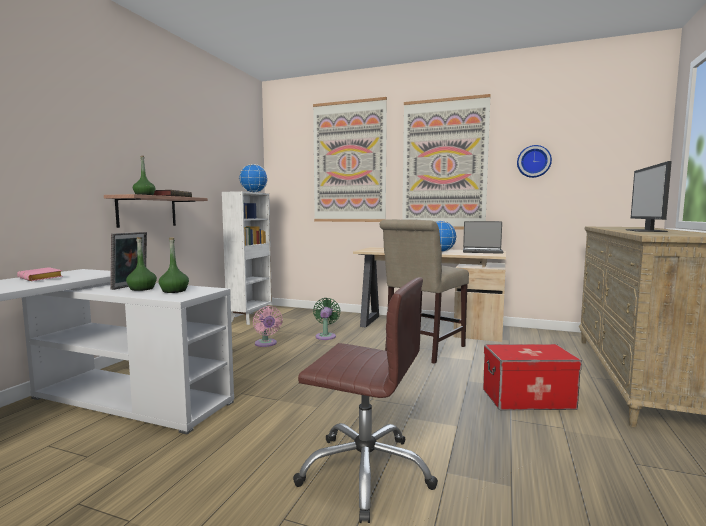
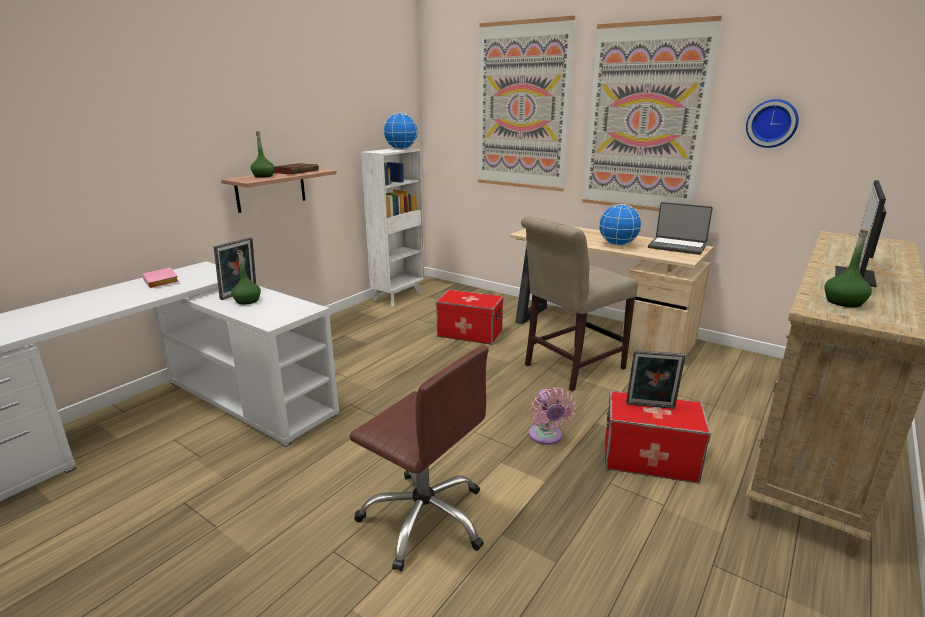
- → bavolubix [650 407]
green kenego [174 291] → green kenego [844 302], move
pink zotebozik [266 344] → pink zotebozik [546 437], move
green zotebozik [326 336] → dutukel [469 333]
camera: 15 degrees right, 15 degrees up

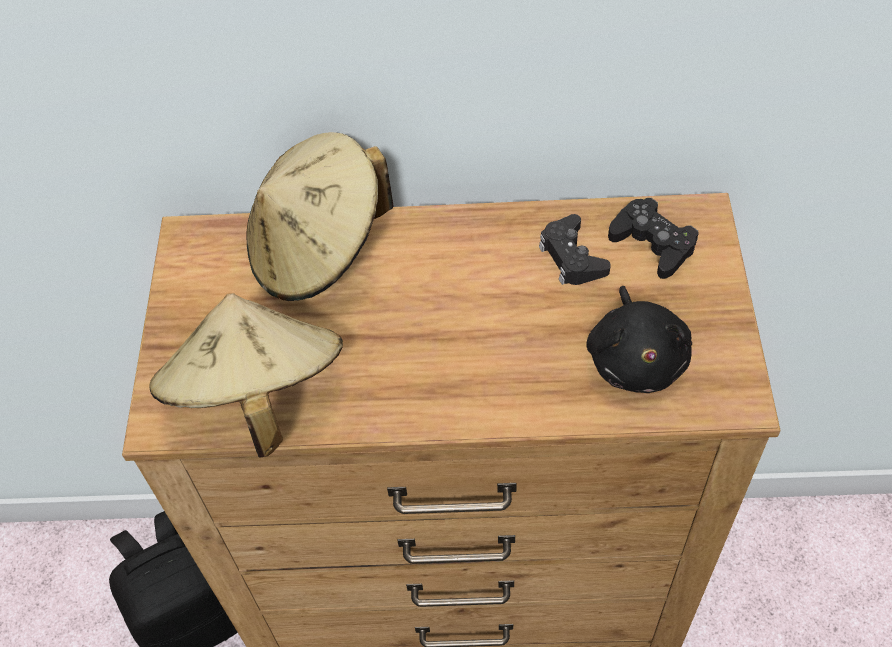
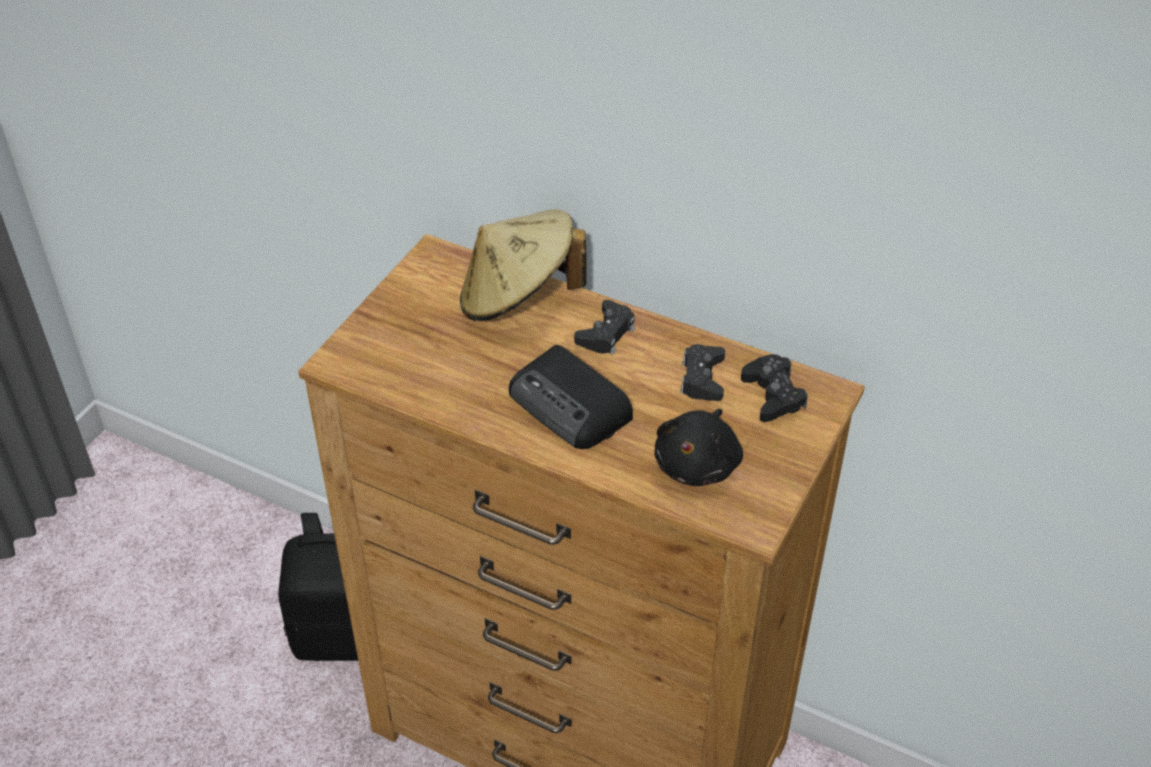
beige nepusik [257 397] → -
- → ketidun [571 406]
- → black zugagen [606 334]
camera: 25 degrees right, 10 degrees down

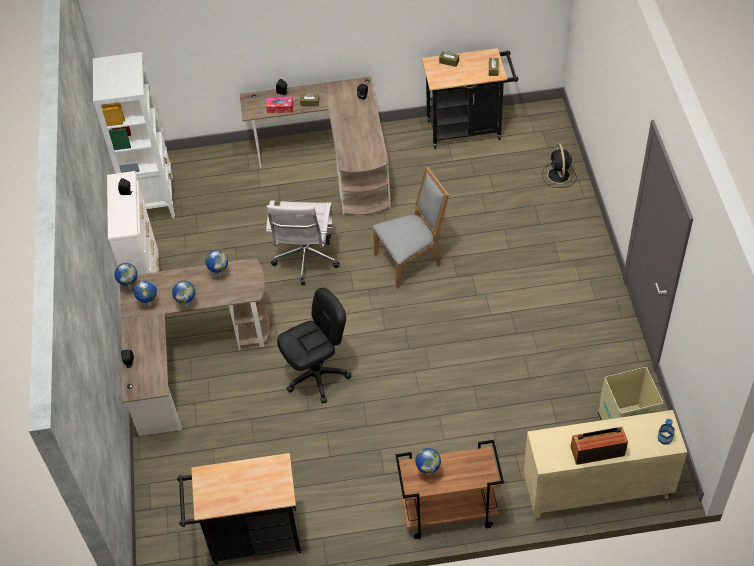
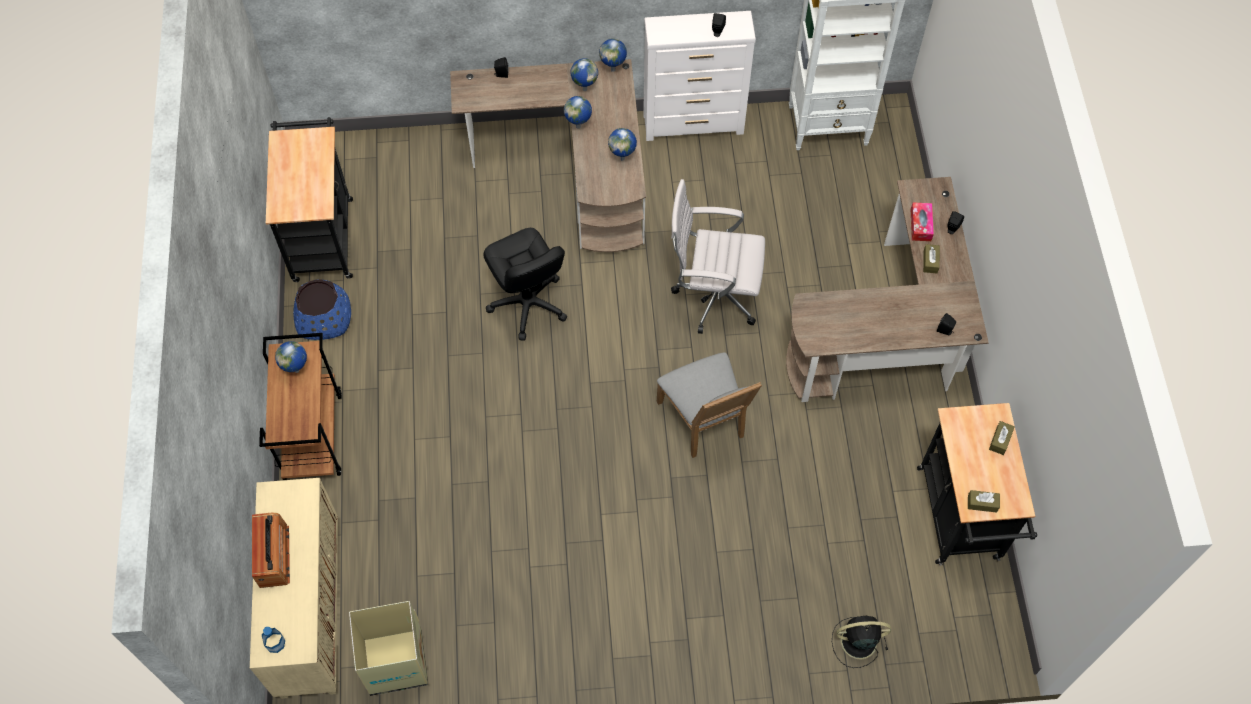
- → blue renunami [324 318]
camera: 90 degrees right, 10 degrees up

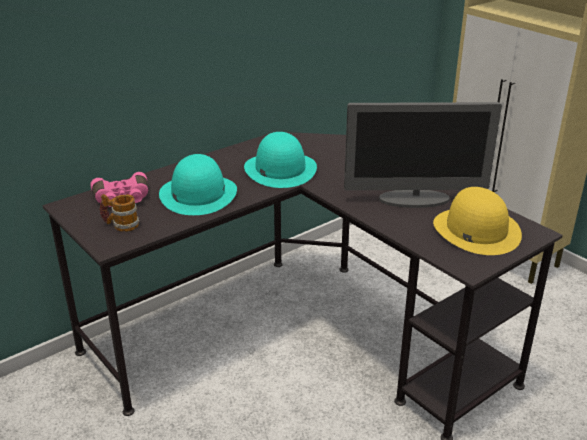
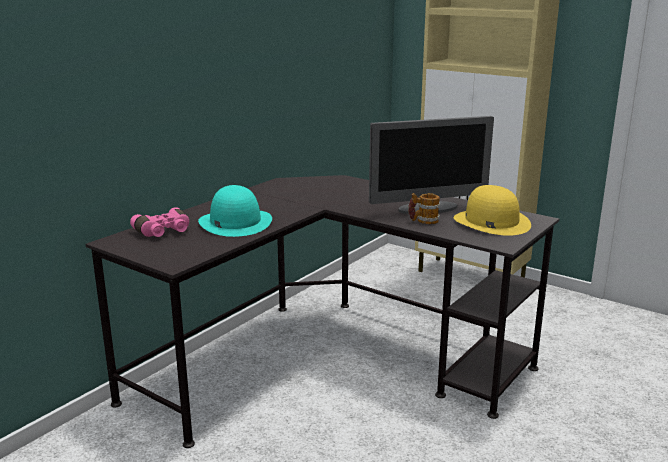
turquoise nepusik [280 169] → -
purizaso [121 225] → purizaso [423 221], move
camera: 15 degrees left, 10 degrees down

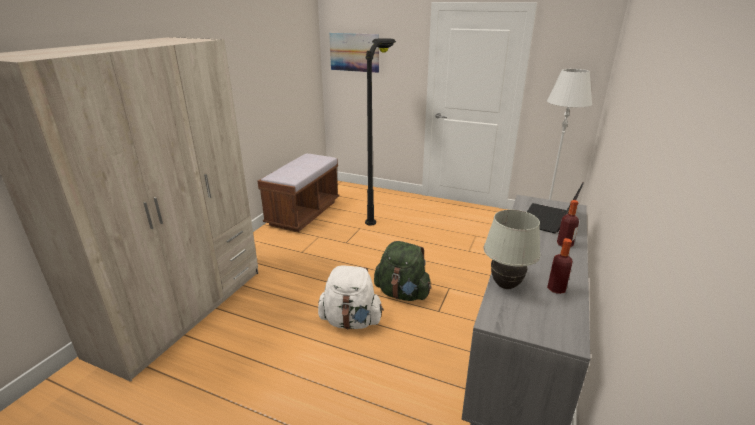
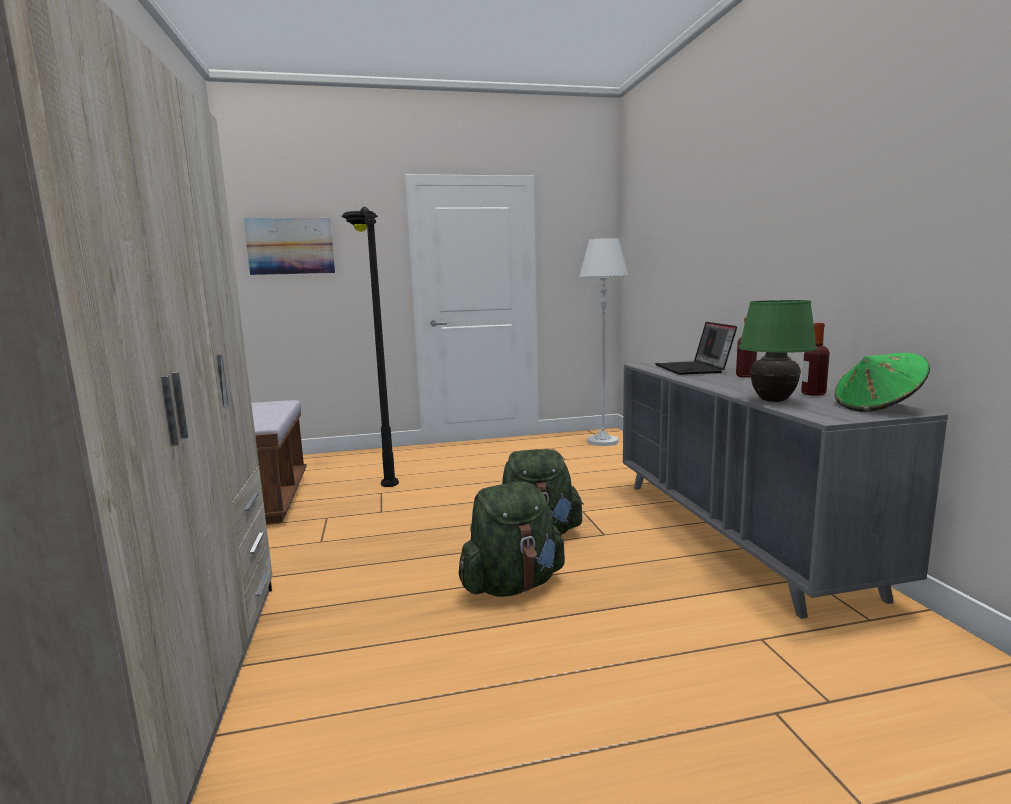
- → green nepusik [877 407]
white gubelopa [351 321] → green gubelopa [512 585]
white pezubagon [505 285] → green pezubagon [773 401]
camera: 35 degrees left, 15 degrees down

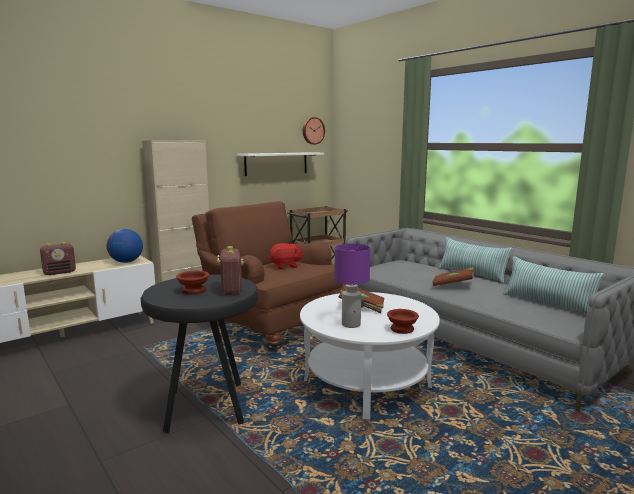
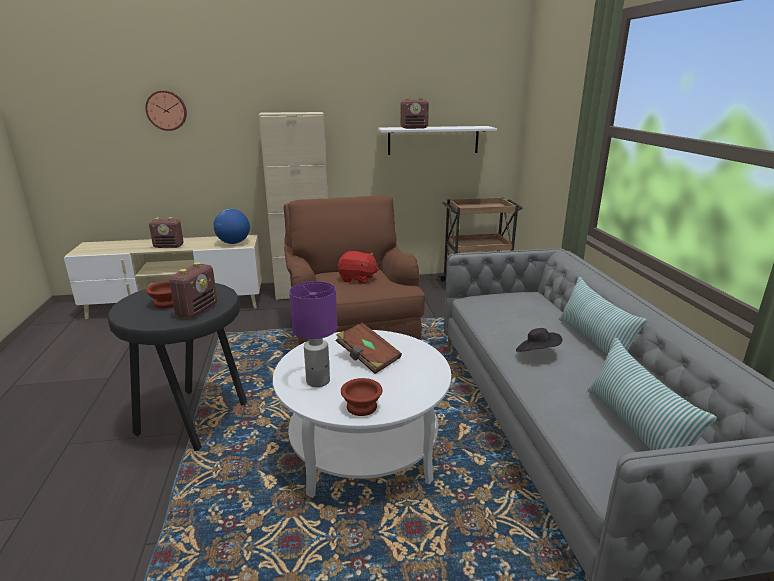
- → ketidun [414 128]
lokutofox [312 131] → lokutofox [166 110], move
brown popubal [452 285] → black nepusik [537 353]
camera: 30 degrees right, 10 degrees up

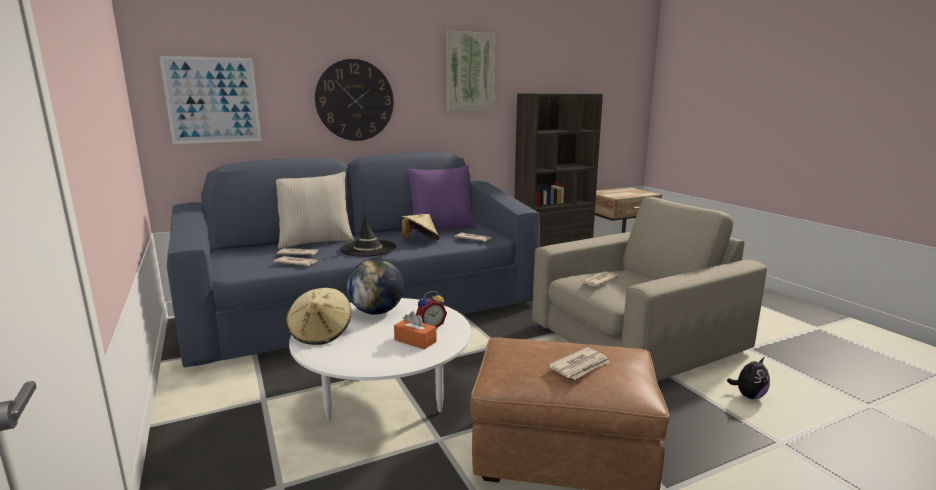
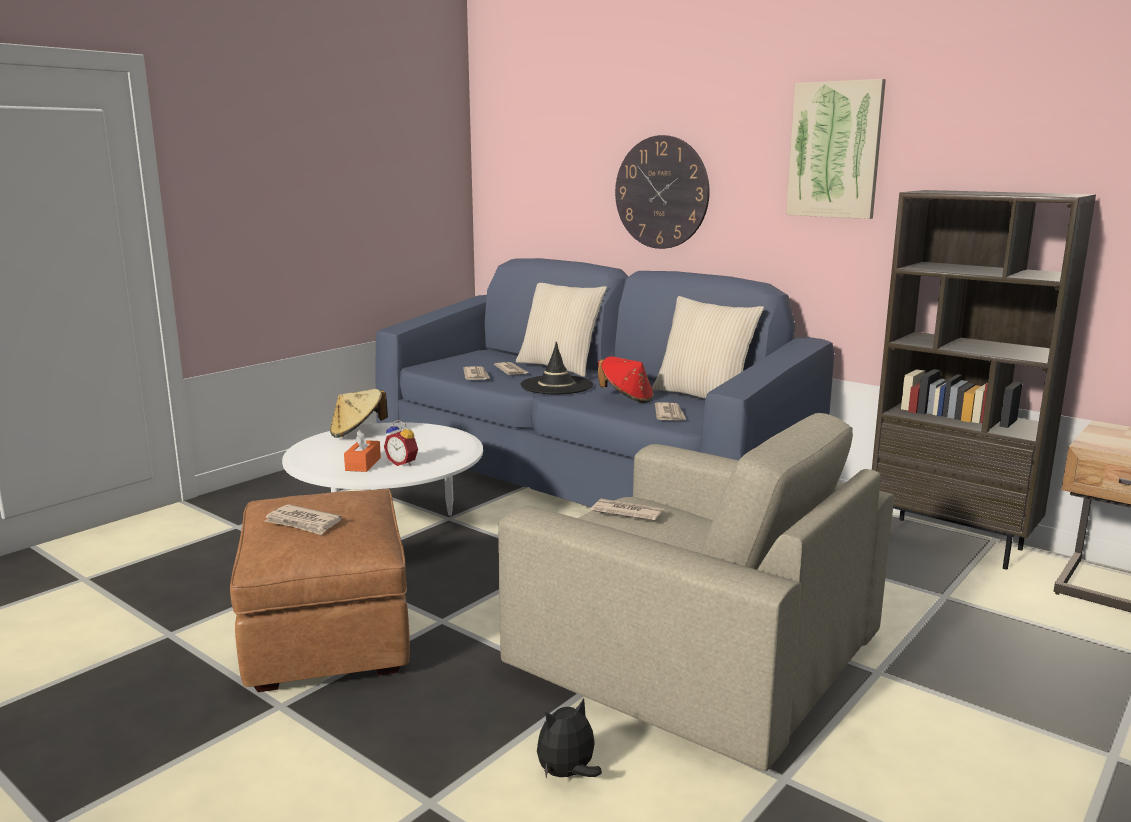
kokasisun [213 100] → -
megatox [377 312] → -
beige nepusik [420 241] → red nepusik [626 398]
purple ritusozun [441 228] → beige ritusozun [703 396]
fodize [748 396] → fodize [567 774], 120 degrees clockwise
camera: 65 degrees right, 0 degrees up

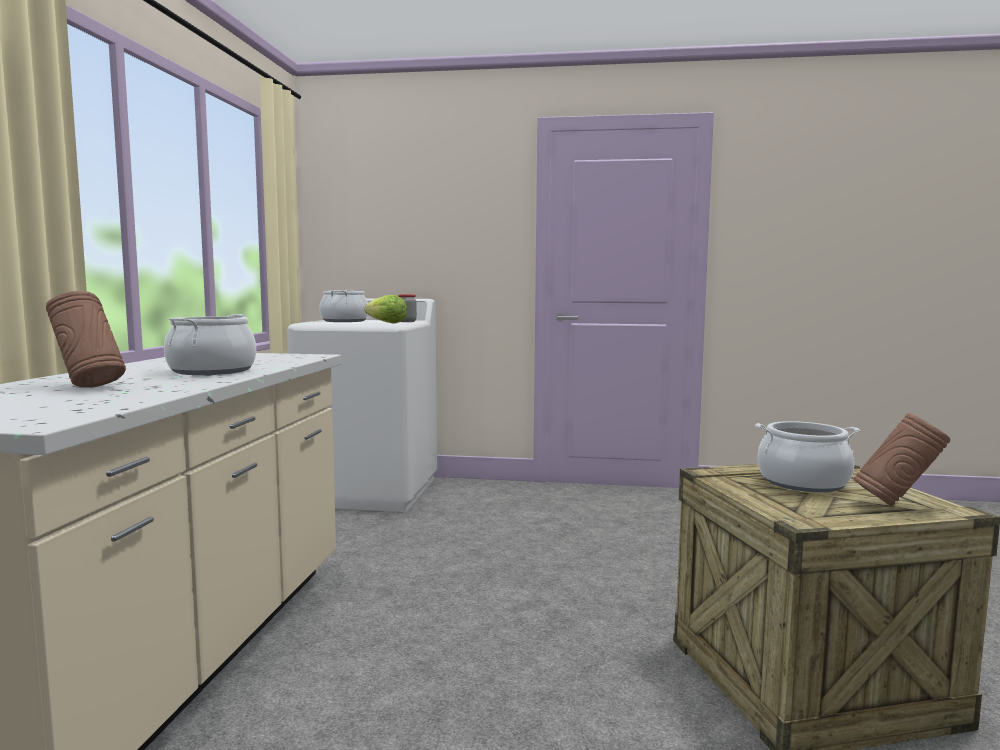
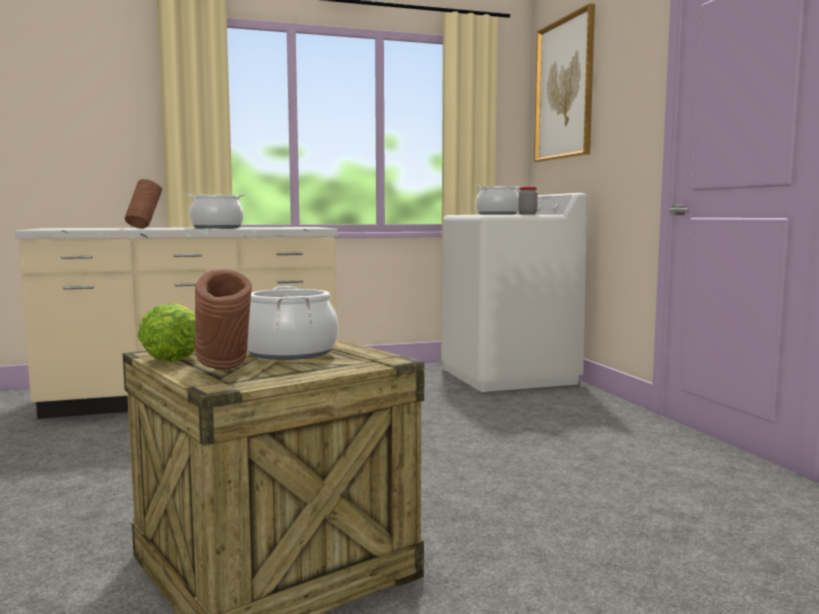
- → kokasisun [564 89]
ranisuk [387 323] → ranisuk [174 358], move
camera: 65 degrees right, 0 degrees up

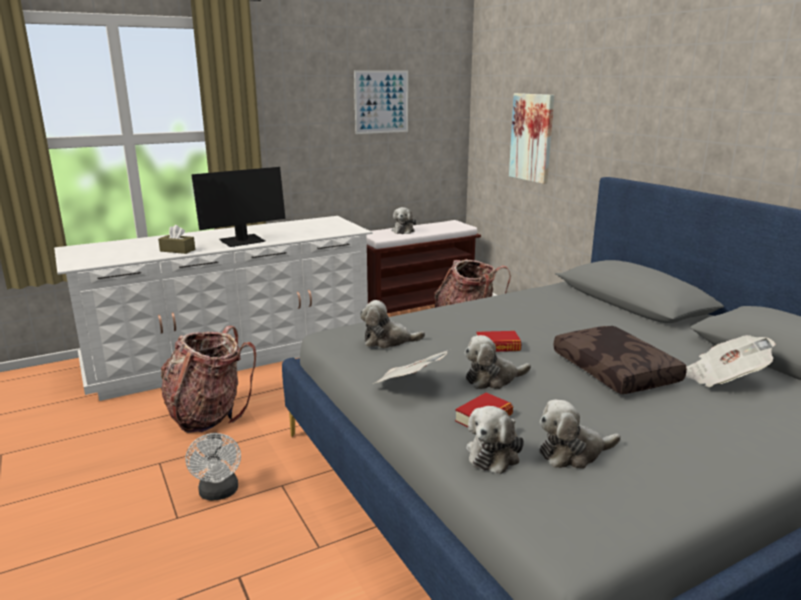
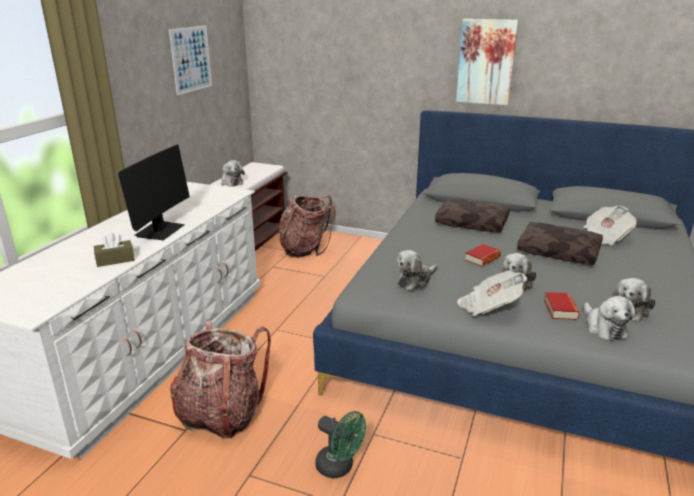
- → brown ritusozun [472 223]
kokasisun [532 137] → kokasisun [486 62], move
white zotebozik [219 493] → green zotebozik [339 467]
camera: 40 degrees left, 5 degrees up

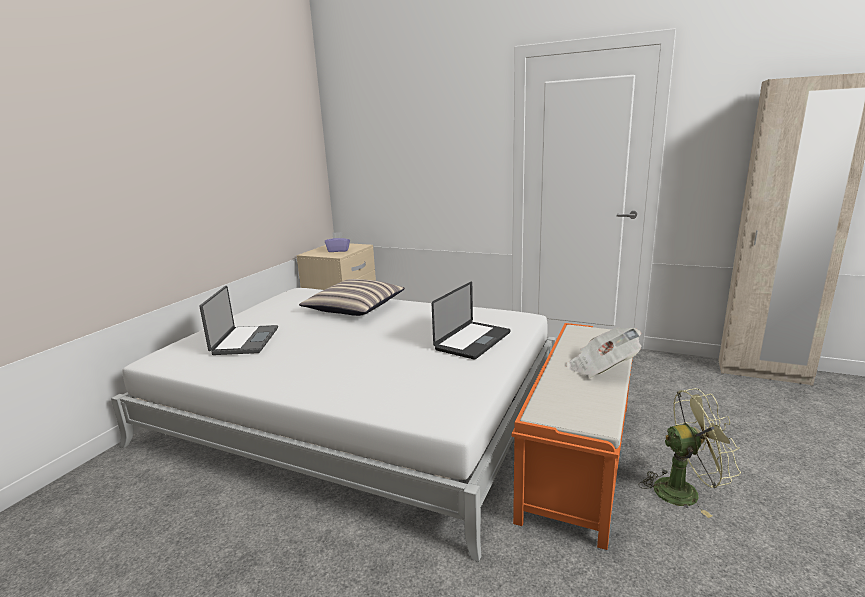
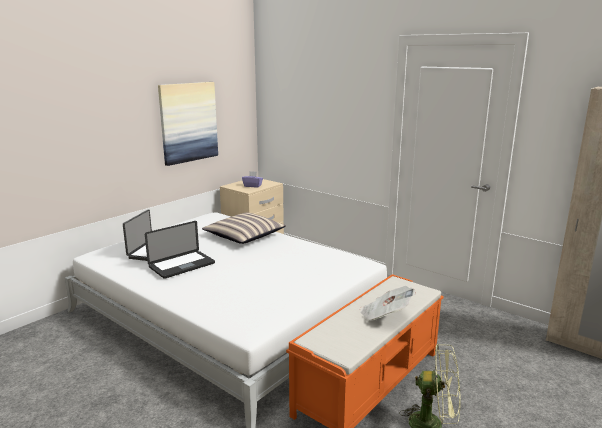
- → kokasisun [188 122]
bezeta [473 341] → bezeta [182 265], move
camera: 15 degrees right, 0 degrees up

